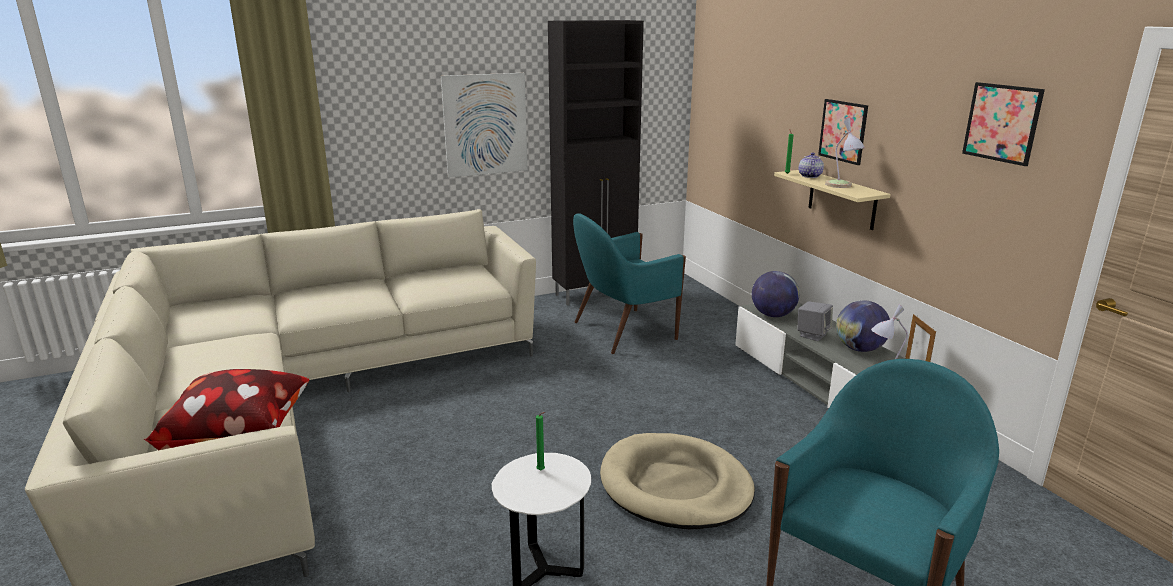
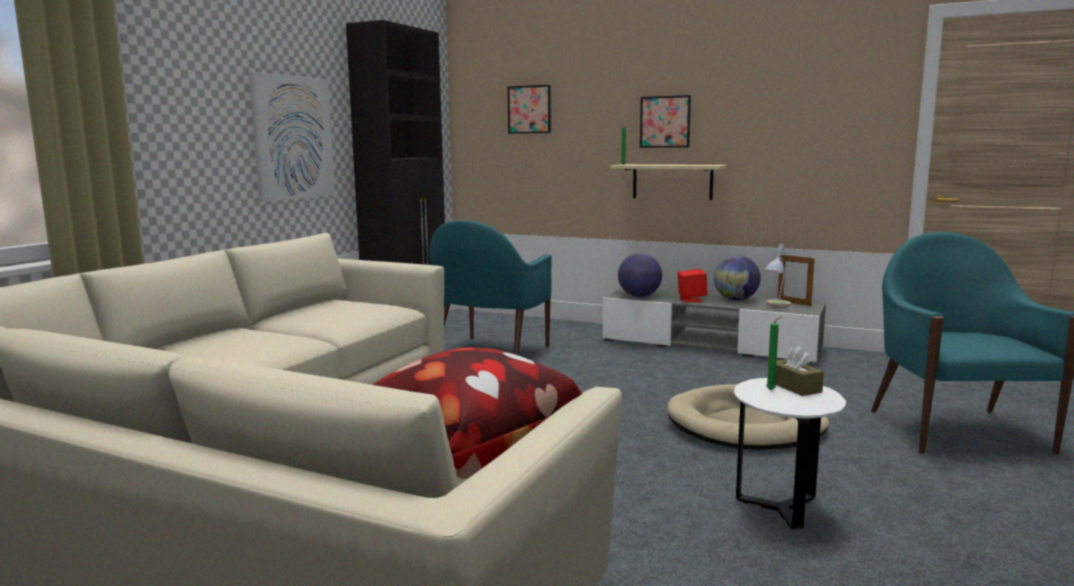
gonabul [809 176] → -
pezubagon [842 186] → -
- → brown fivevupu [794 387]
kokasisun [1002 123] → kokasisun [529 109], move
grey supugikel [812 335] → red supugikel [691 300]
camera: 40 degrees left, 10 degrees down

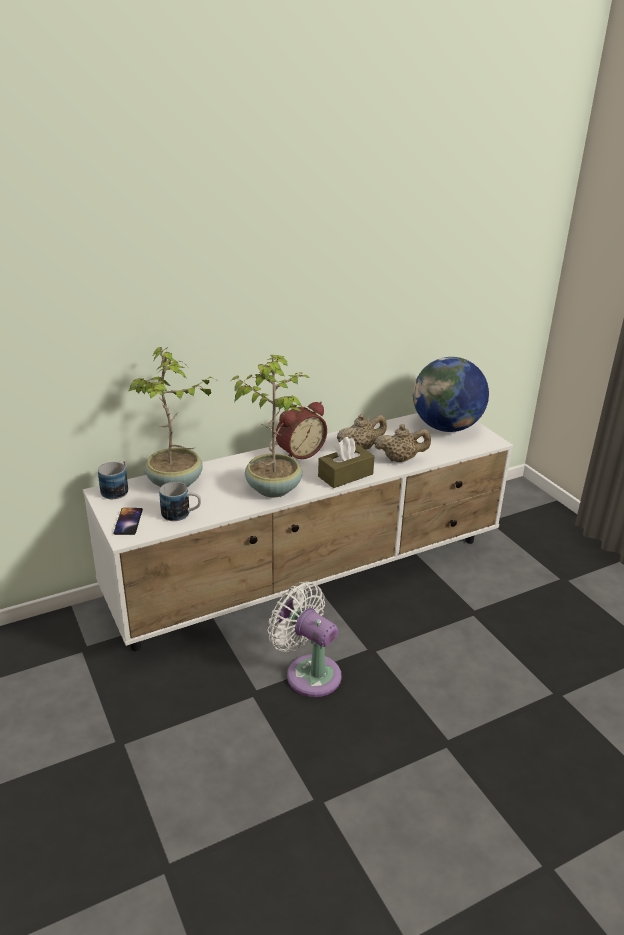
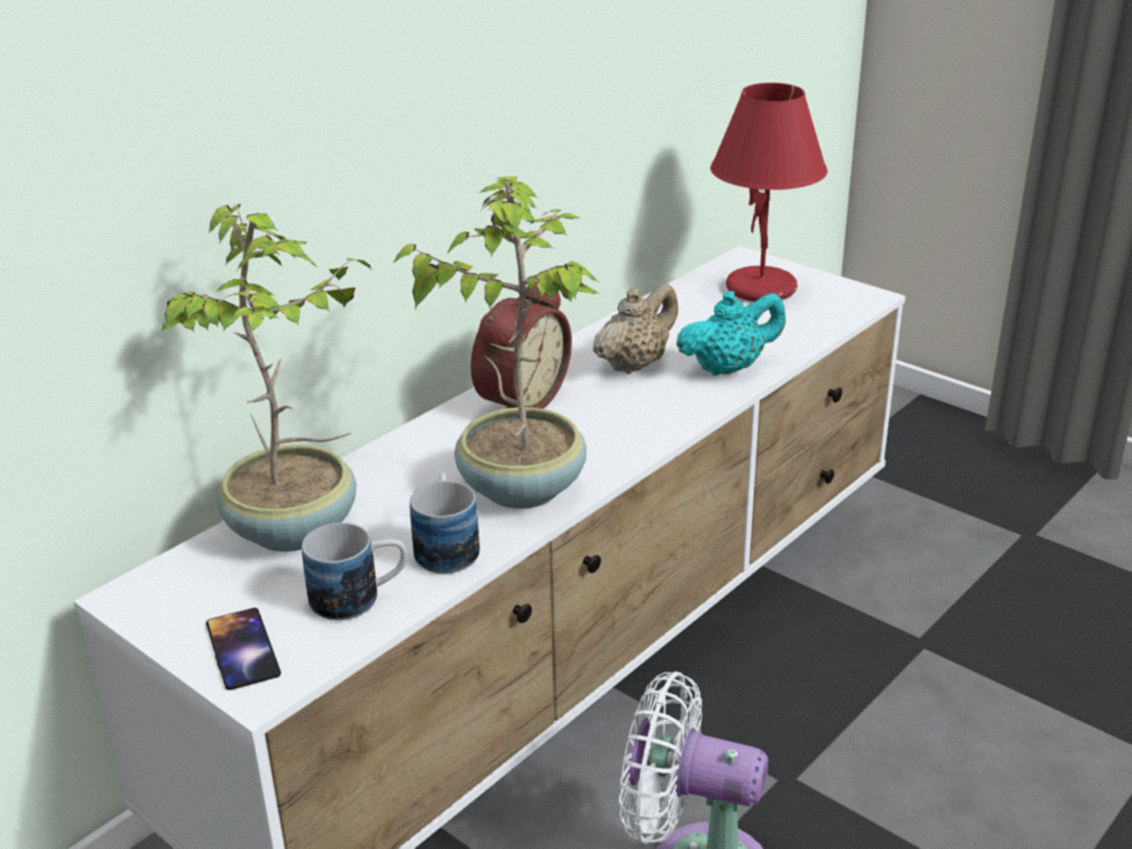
brown fivevupu [345 475] → -
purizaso [117 489] → purizaso [446 546], move
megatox [446 427] → red pezubagon [762 289]
beige gonabul [400 459] → turquoise gonabul [728 368]
camera: 20 degrees left, 0 degrees up

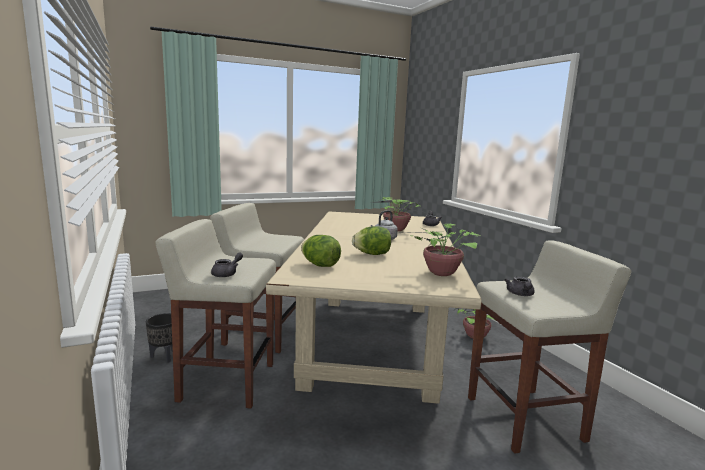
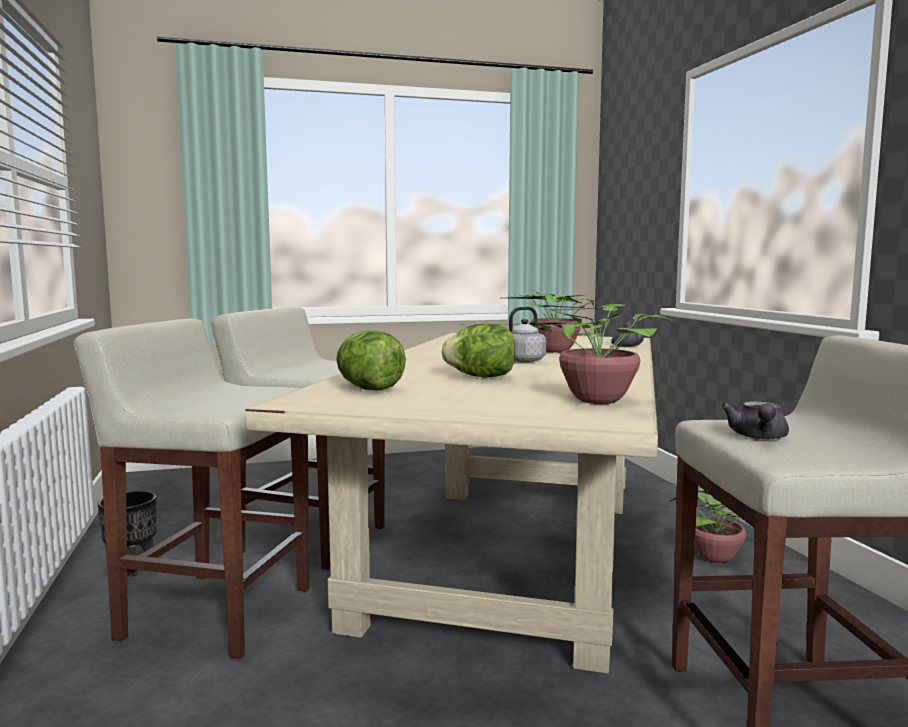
grey gonabul [227 274] → -
camera: 10 degrees right, 5 degrees down

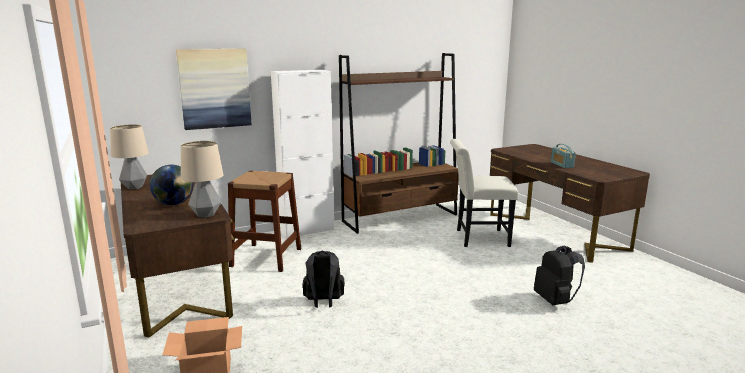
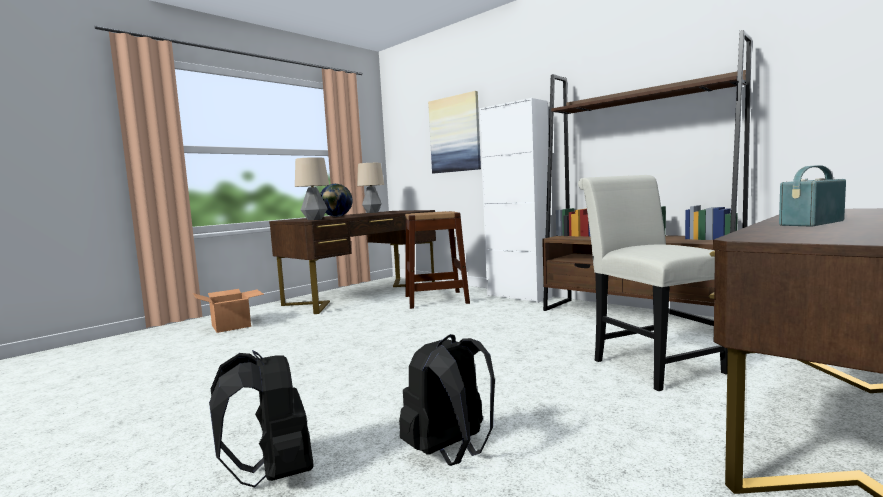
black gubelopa [323 303] → black gubelopa [274 474], move
camera: 70 degrees right, 10 degrees down

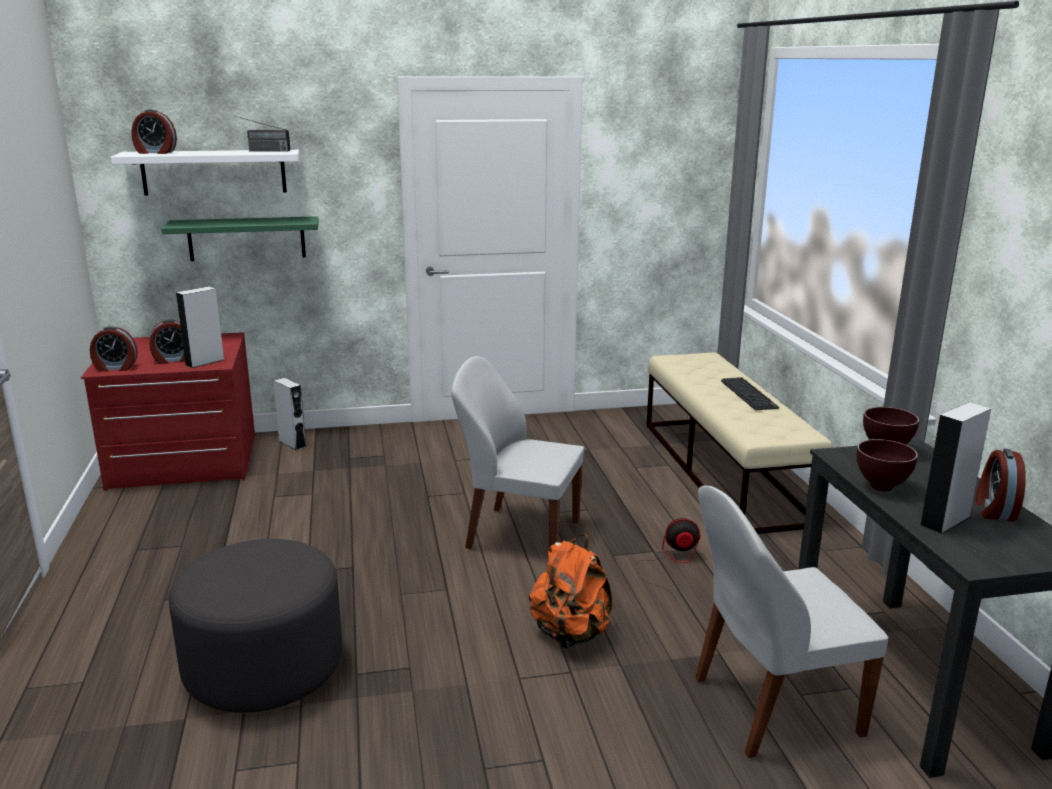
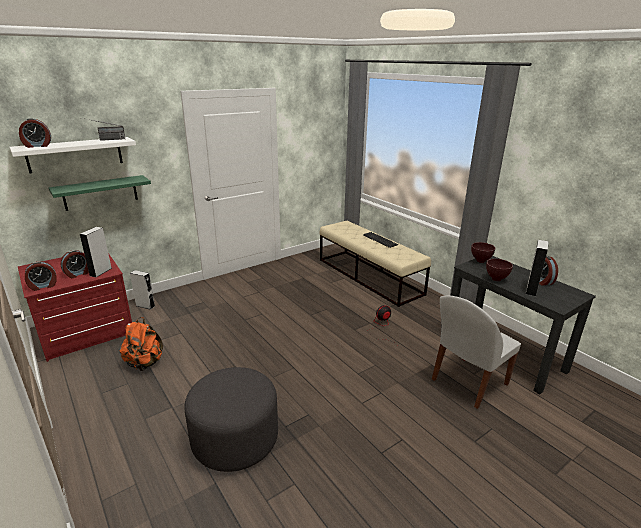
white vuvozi [520 534] → -
orange gubelopa [570 634] → orange gubelopa [144 363], move
camera: 25 degrees left, 5 degrees up

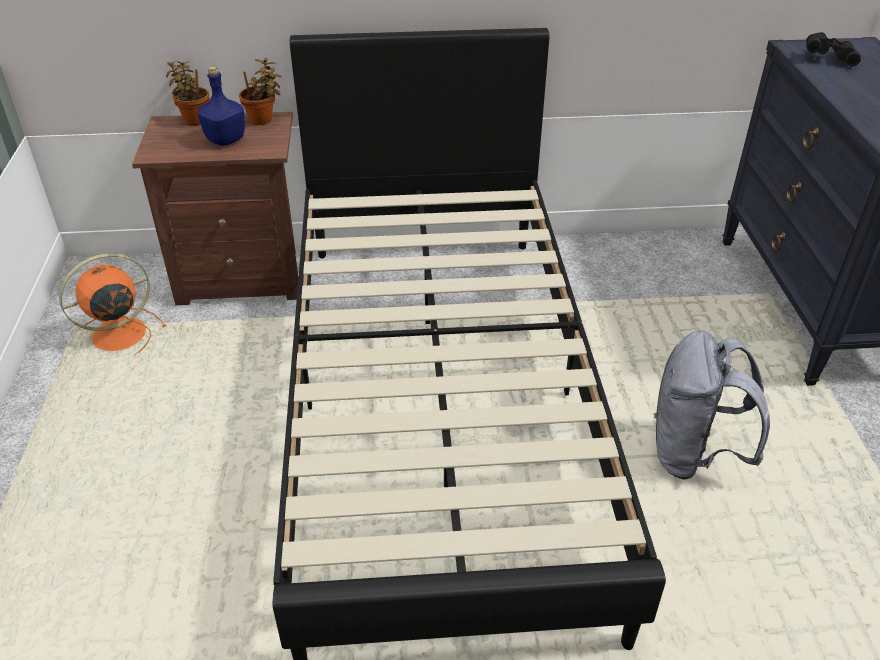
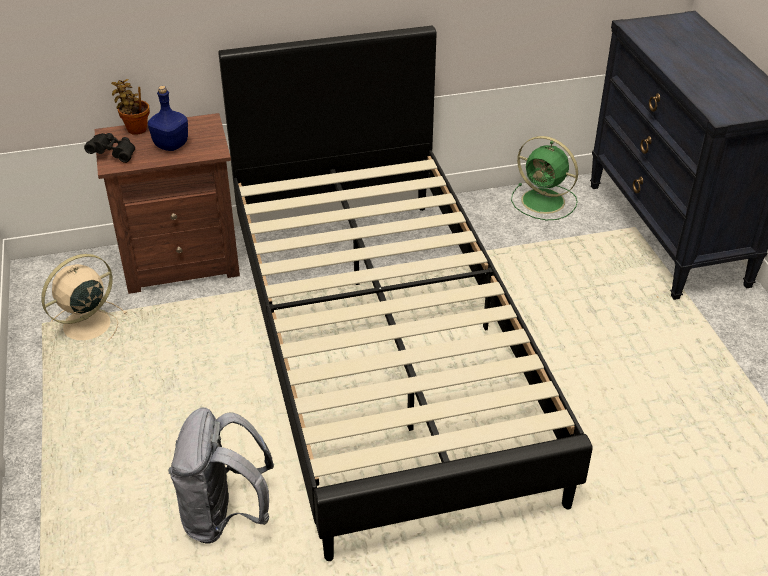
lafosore [263 120] → -
- → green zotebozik [545 201]
grey gubelopa [693 454] → grey gubelopa [225 516], move
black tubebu [828 58] → black tubebu [113 154], move
orange zotebozik [116 336] → beige zotebozik [85 326]
camera: 10 degrees left, 0 degrees up

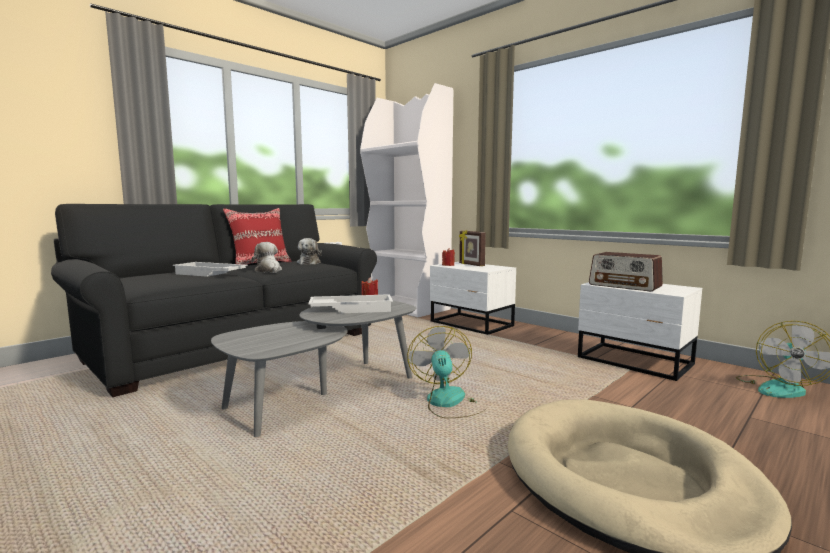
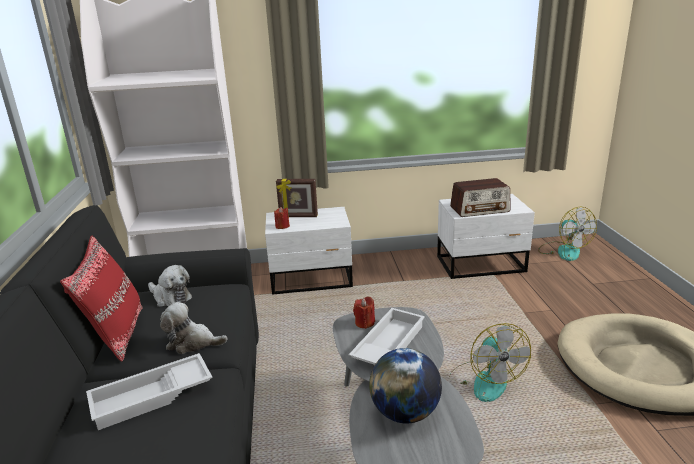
- → megatox [405 413]
zotebozik [448 403] → zotebozik [485 380], 135 degrees counterclockwise
camera: 50 degrees left, 15 degrees up

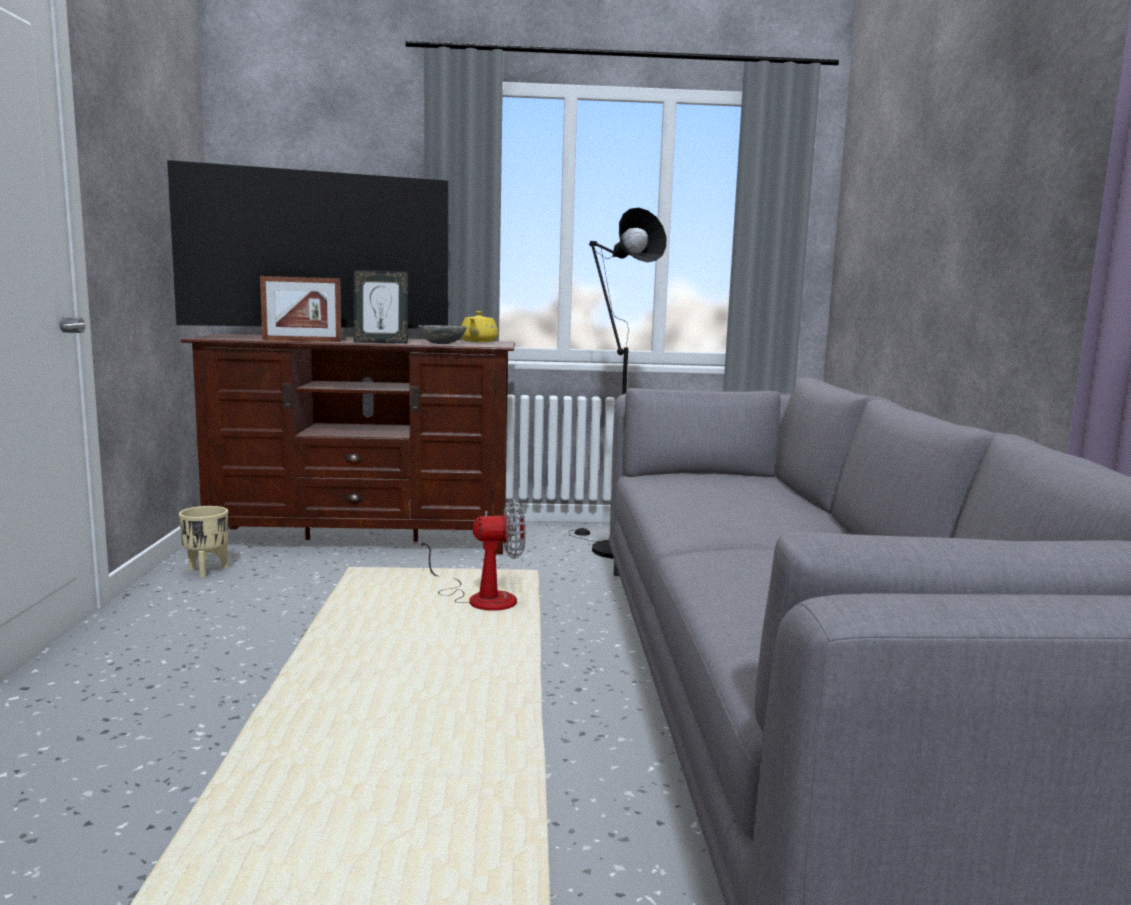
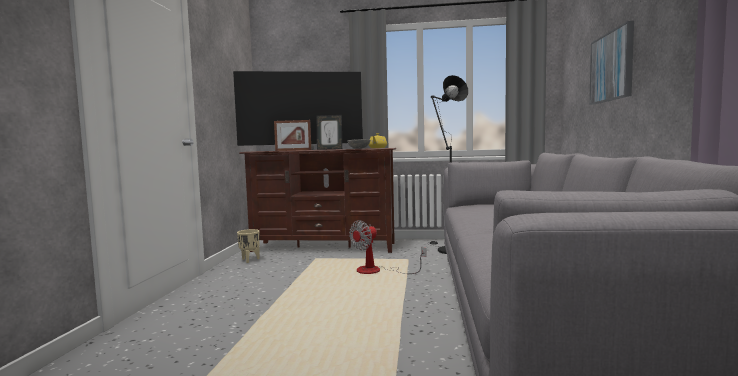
- → kokasisun [612 66]
zotebozik [480 598] → zotebozik [377 271], 135 degrees clockwise
camera: 10 degrees right, 5 degrees down

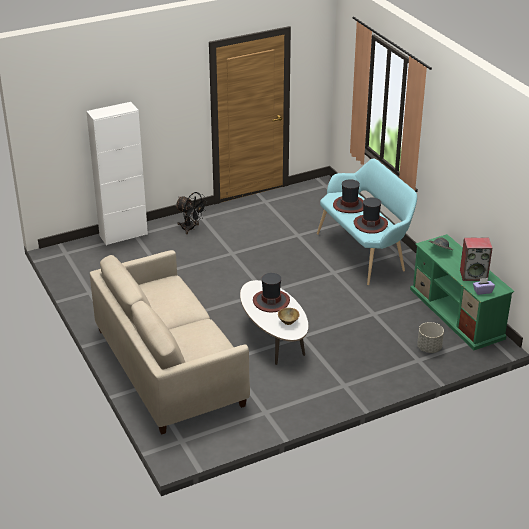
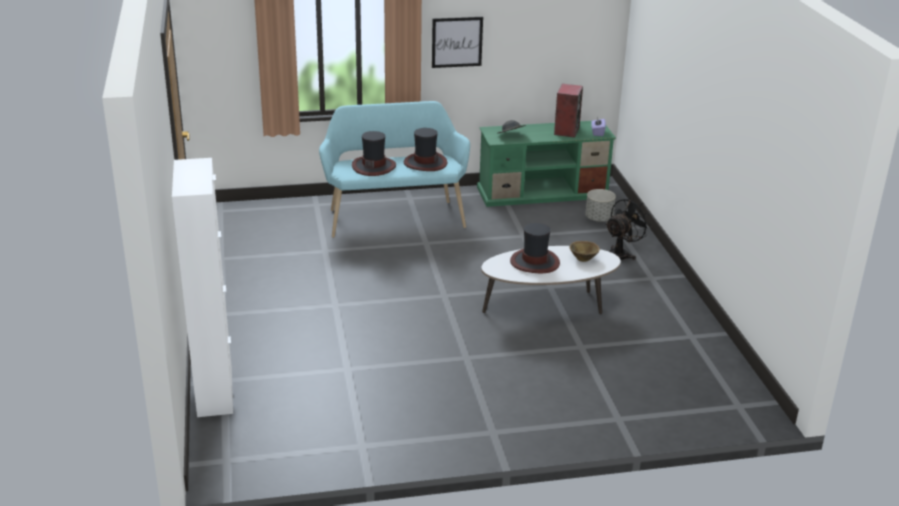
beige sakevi [169 367] → -
- → kokasisun [457 42]
black zotebozik [191 228] → black zotebozik [621 254], move
camera: 75 degrees left, 5 degrees down

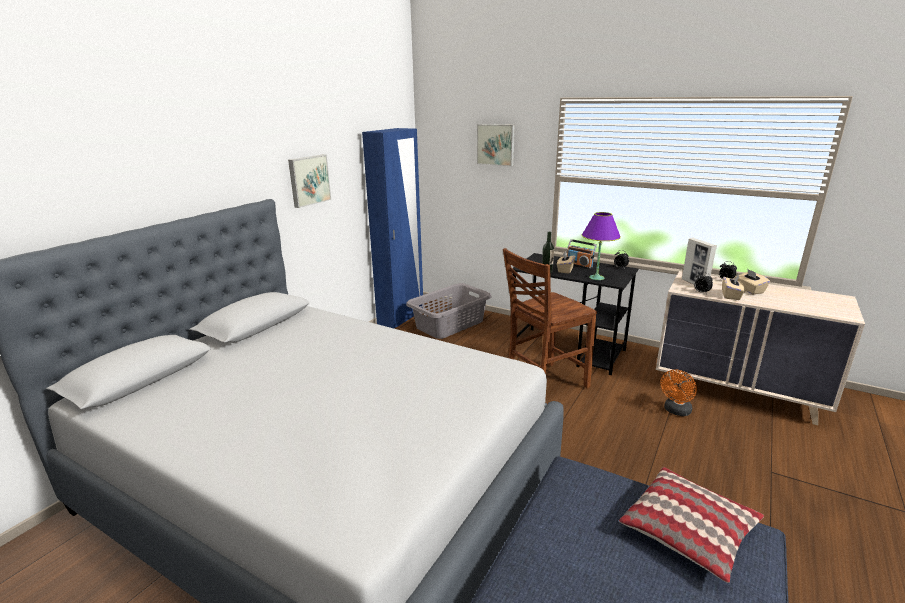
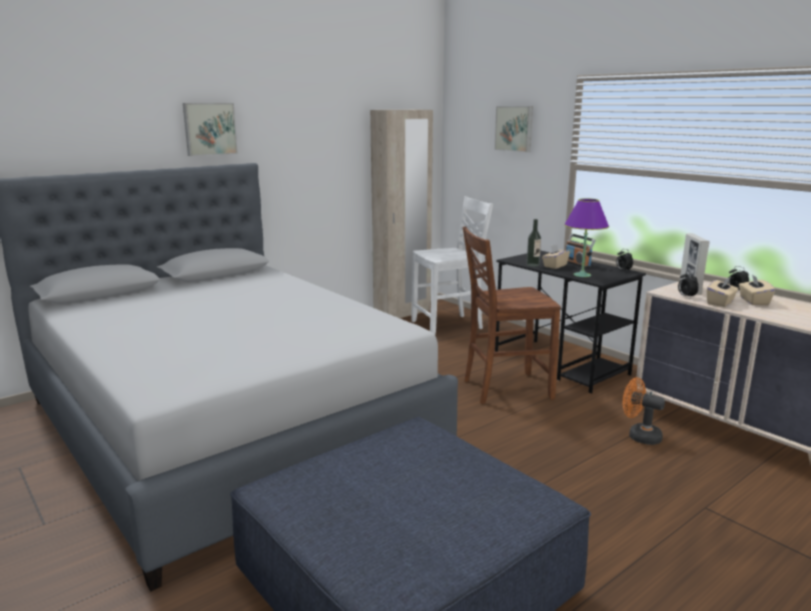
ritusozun [688 531] → -
kokasisun [308 180] → kokasisun [209 129], move
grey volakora [450 324] → white vuvozi [449 325]
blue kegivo [401 317] → beige kegivo [402 313]
orange zotebozik [676 411] → orange zotebozik [639 436], 60 degrees clockwise
camera: 20 degrees right, 5 degrees down

